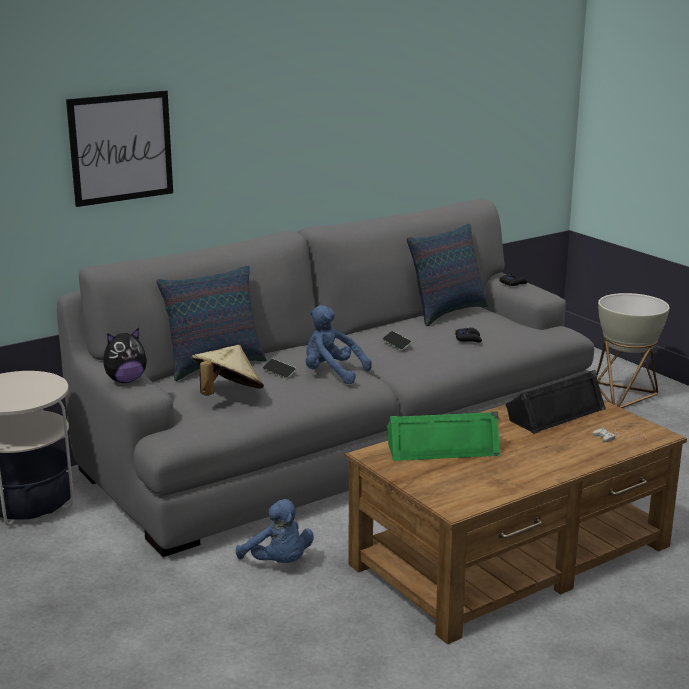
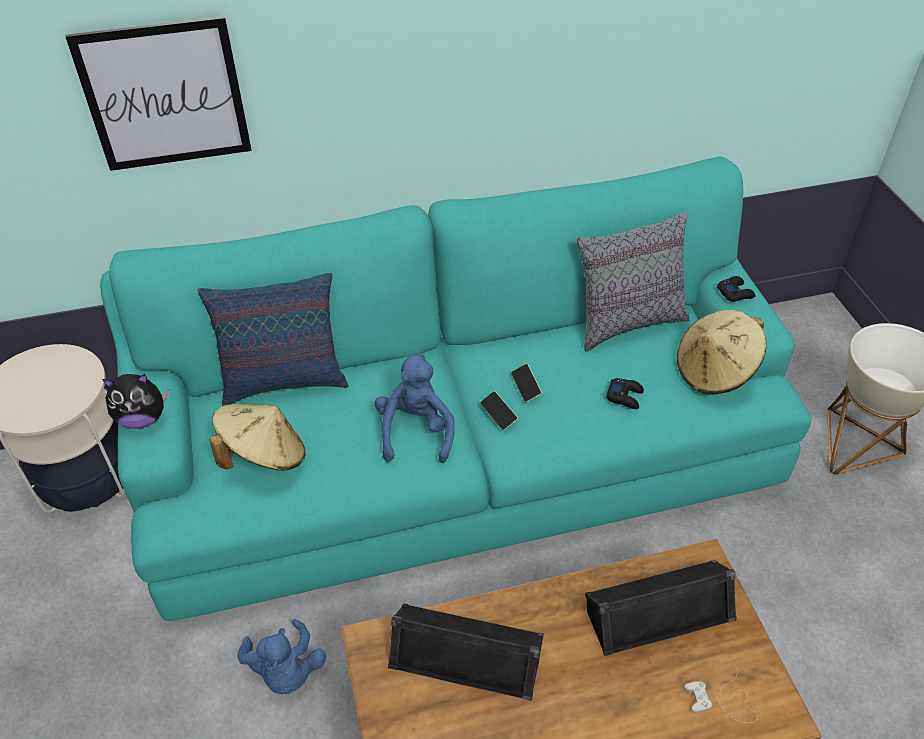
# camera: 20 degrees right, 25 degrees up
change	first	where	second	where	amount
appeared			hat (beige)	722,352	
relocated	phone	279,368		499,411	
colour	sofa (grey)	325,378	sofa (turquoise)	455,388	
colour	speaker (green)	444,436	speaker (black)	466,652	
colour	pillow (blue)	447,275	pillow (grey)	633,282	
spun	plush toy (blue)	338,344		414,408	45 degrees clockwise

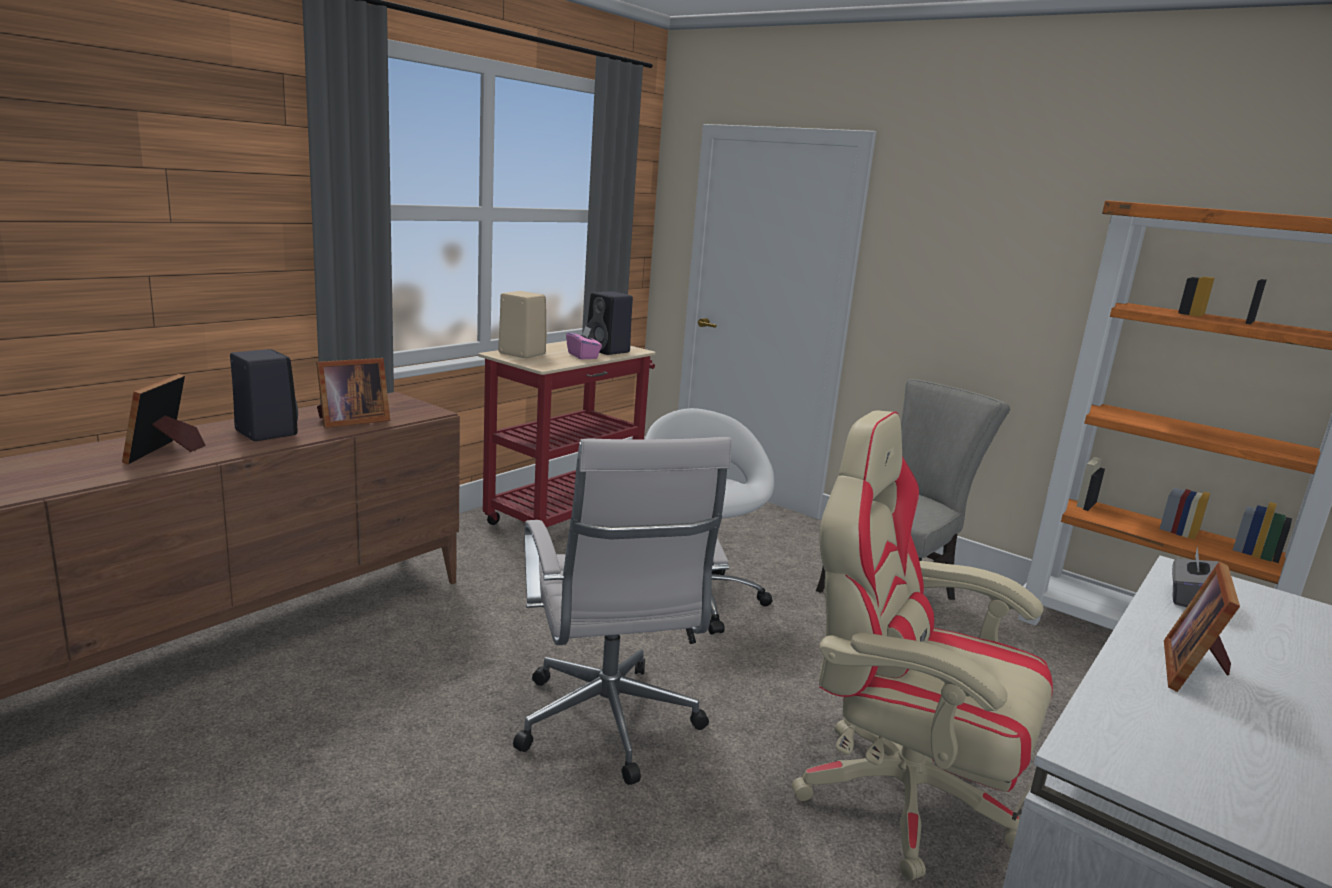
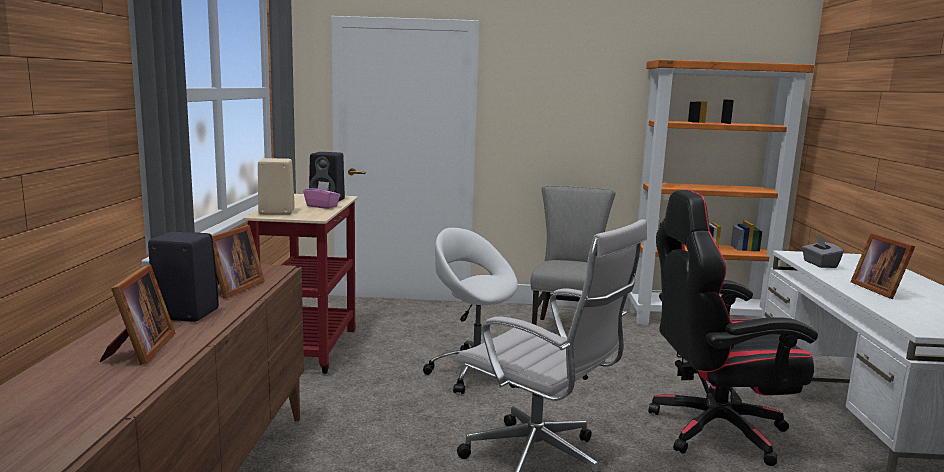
# camera: 35 degrees left, 5 degrees down
change	first	where	second	where	amount
colour	office chair (beige)	922,645	office chair (black)	733,328	
spun	picture frame	164,419		137,314	150 degrees counterclockwise

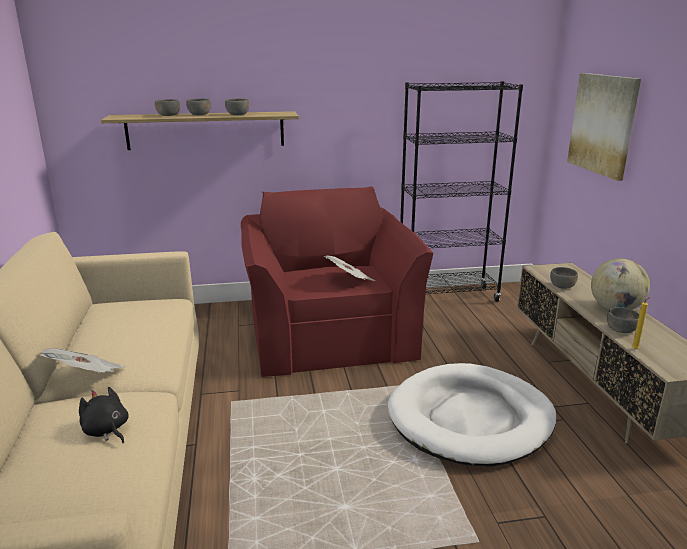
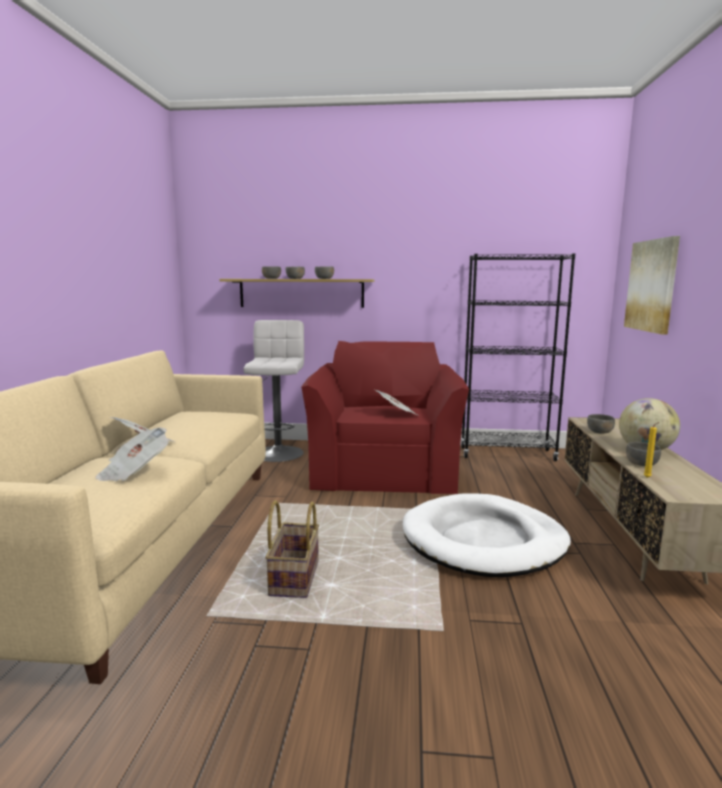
# camera: 15 degrees right, 10 degrees down
change	first	where	second	where	amount
appeared			stool (white)	273,391	
appeared			basket	292,549	
exchanged	plush toy (black)	104,415	newspaper	132,454	

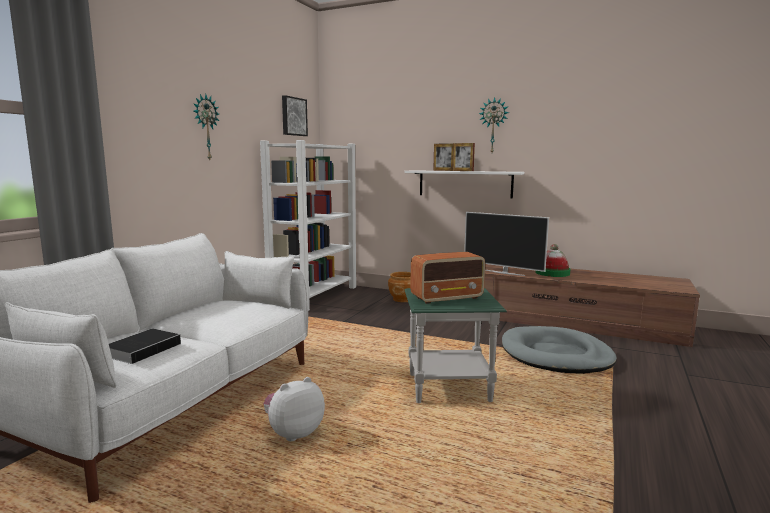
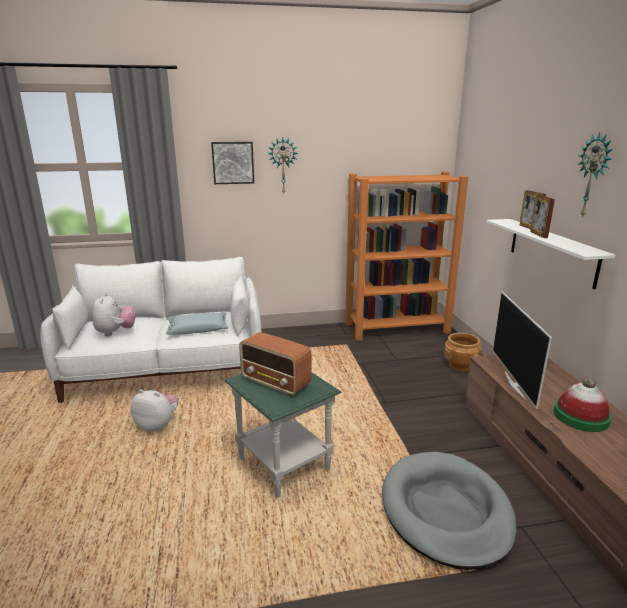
# camera: 55 degrees right, 10 degrees up
change	first	where	second	where	amount
appeared			pillow (blue)	197,323	
relocated	picture	295,115		232,163	
exchanged	book	145,346	plush toy	114,314	
colour	bookcase (white)	308,225	bookcase (orange)	406,256	

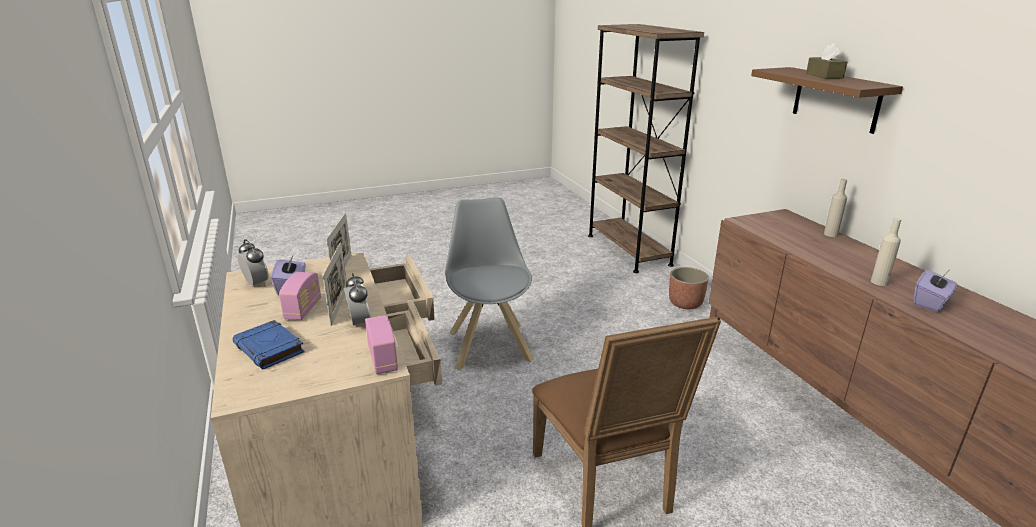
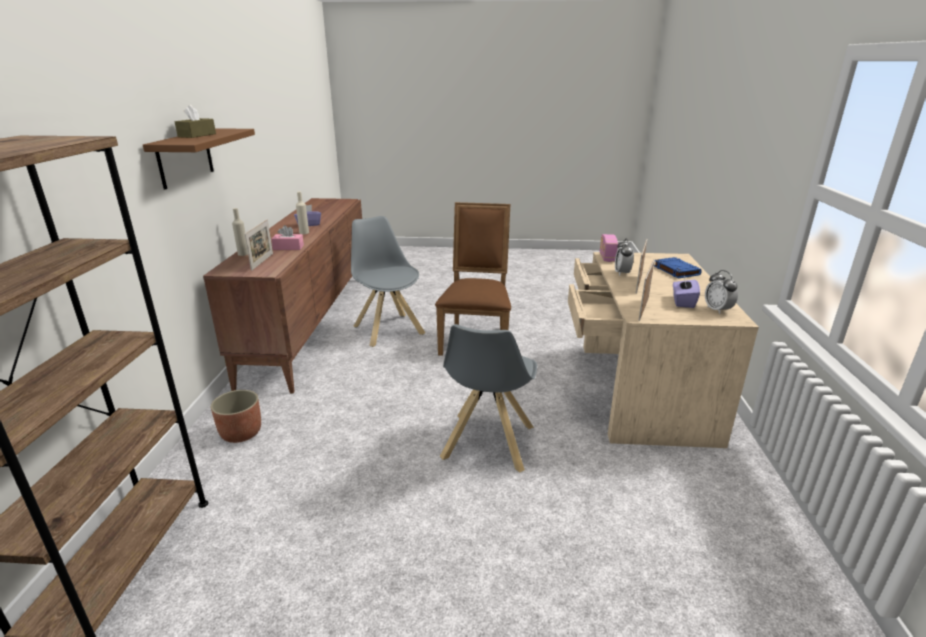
# camera: 155 degrees left, 0 degrees up
change	first	where	second	where	amount
missing	radio	300,296			
appeared			picture frame	259,245	
appeared			tissue box (pink)	287,237	
appeared			chair (grey)	388,281	

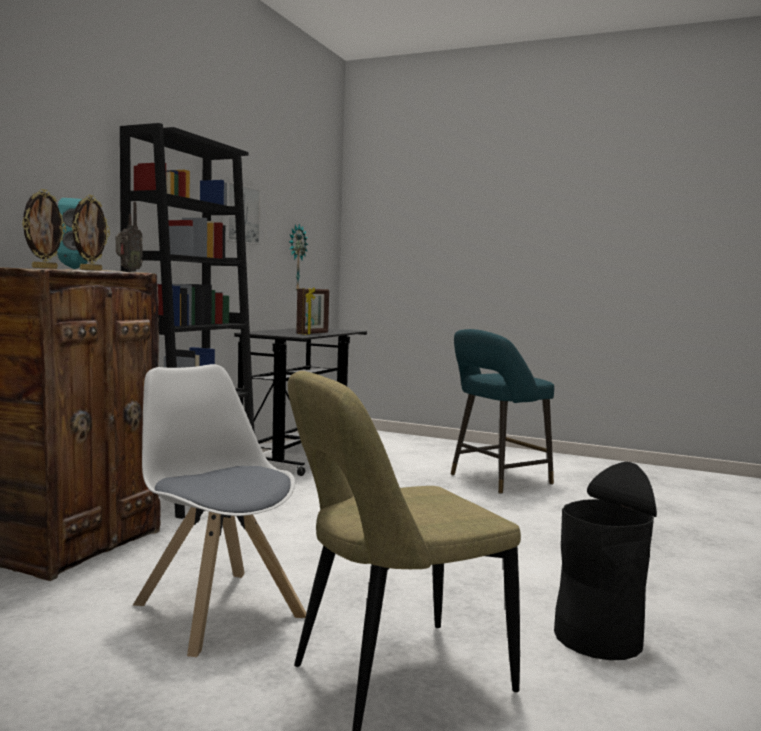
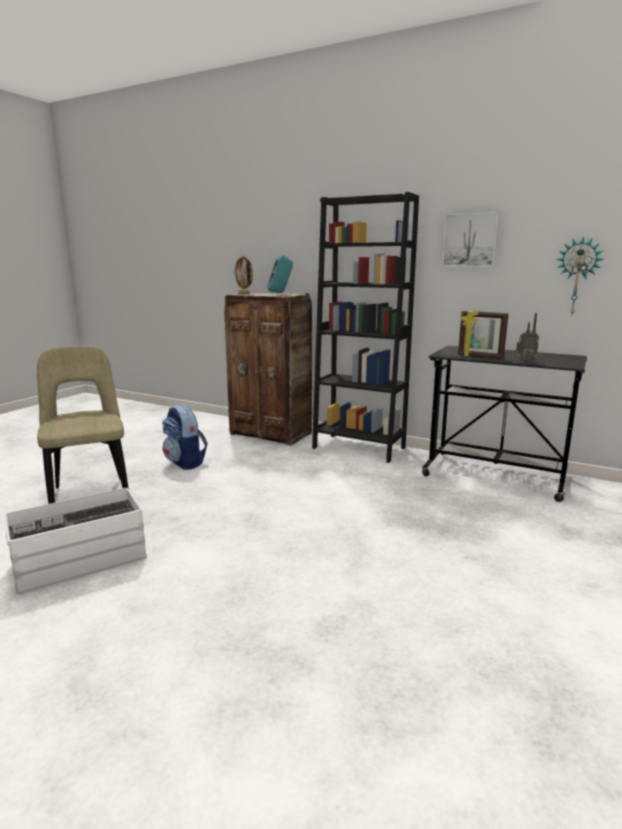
# camera: 95 degrees right, 10 degrees up
change	first	where	second	where	amount
missing	picture frame	91,233			
missing	stool (turquoise)	502,411			
relocated	radio	129,236		527,338	
exchanged	chair	219,510	backpack	185,437	
exchanged	trash can (black)	605,561	storage box (white)	76,541	

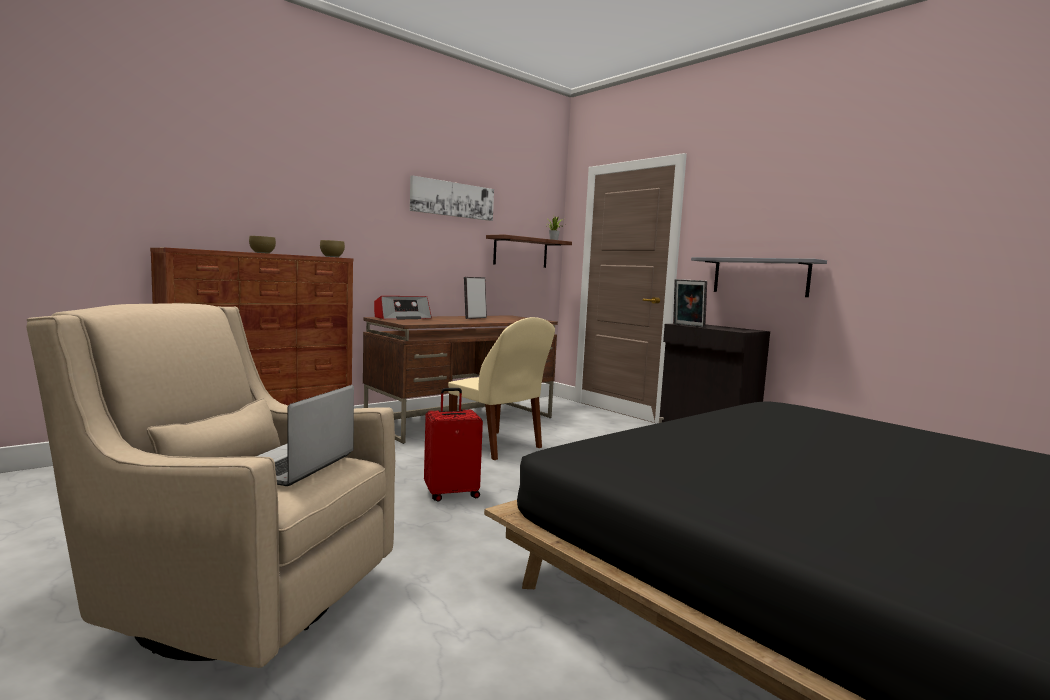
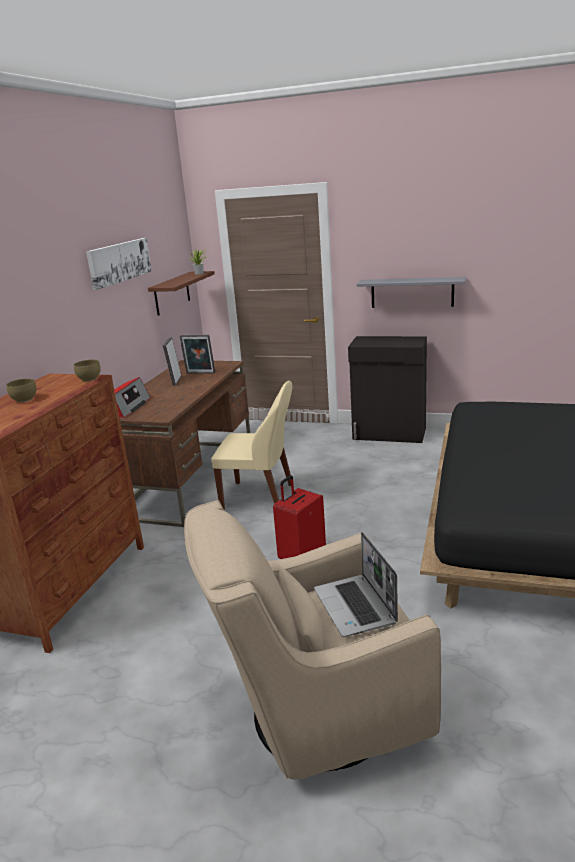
# camera: 30 degrees left, 15 degrees up
change	first	where	second	where	amount
relocated	picture frame	690,303		197,354	

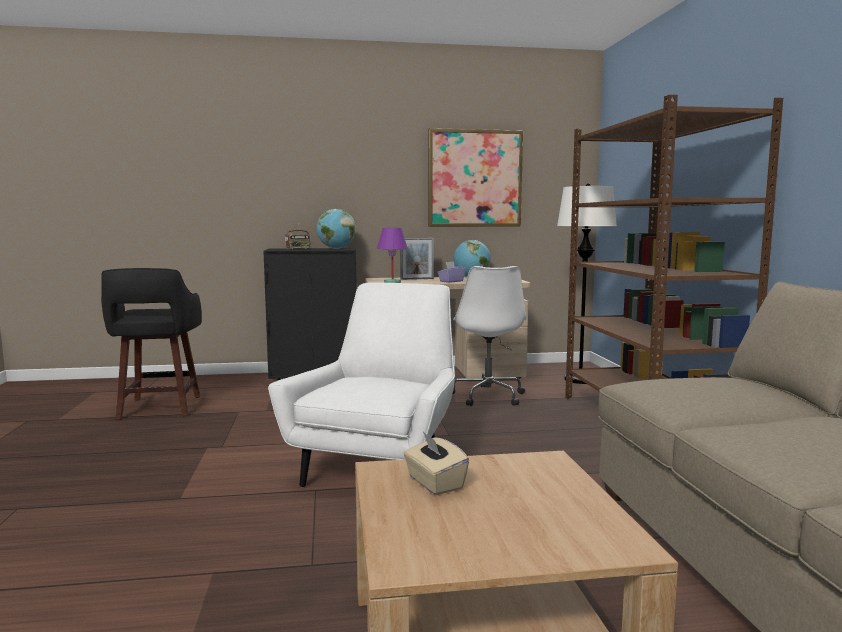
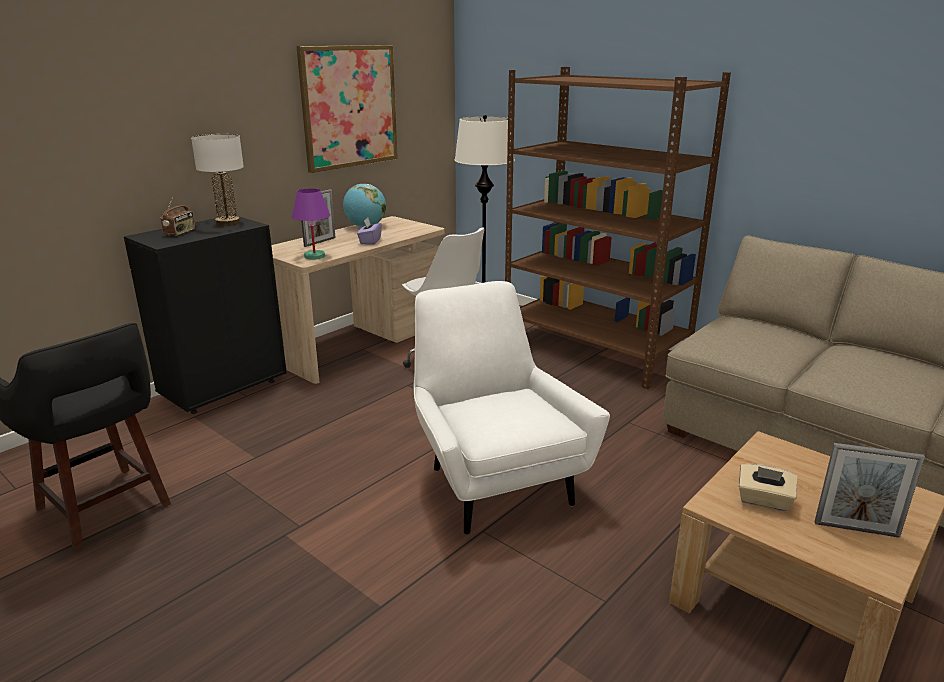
# camera: 40 degrees left, 15 degrees up
change	first	where	second	where	amount
appeared			picture frame	870,490	
exchanged	globe	336,229	table lamp	217,180	

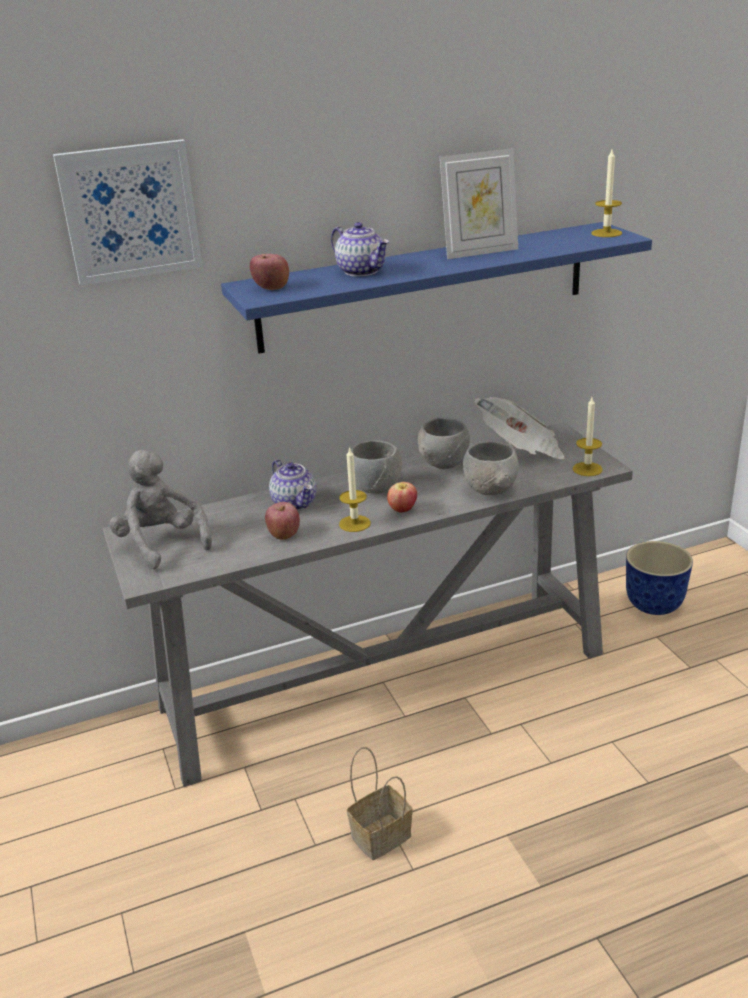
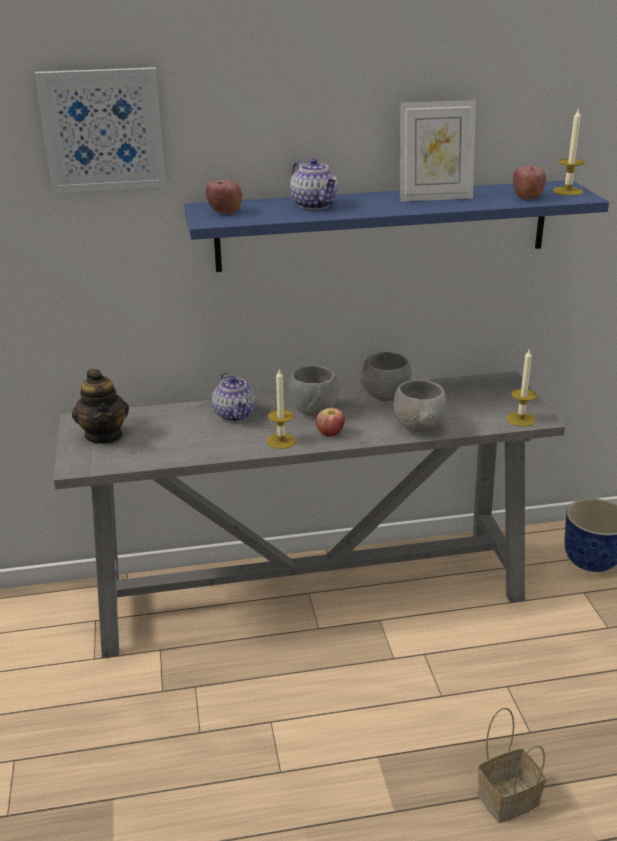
# camera: 10 degrees right, 0 degrees up
change	first	where	second	where	amount
missing	newspaper	520,428			
relocated	apple	282,521		529,183	
relocated	basket	380,803		512,765	
exchanged	plush toy (grey)	160,509	teapot	100,406	

